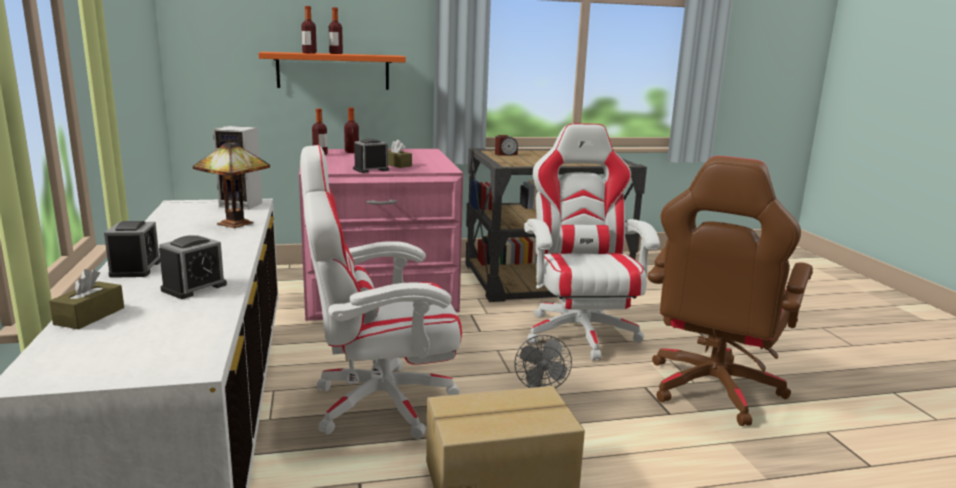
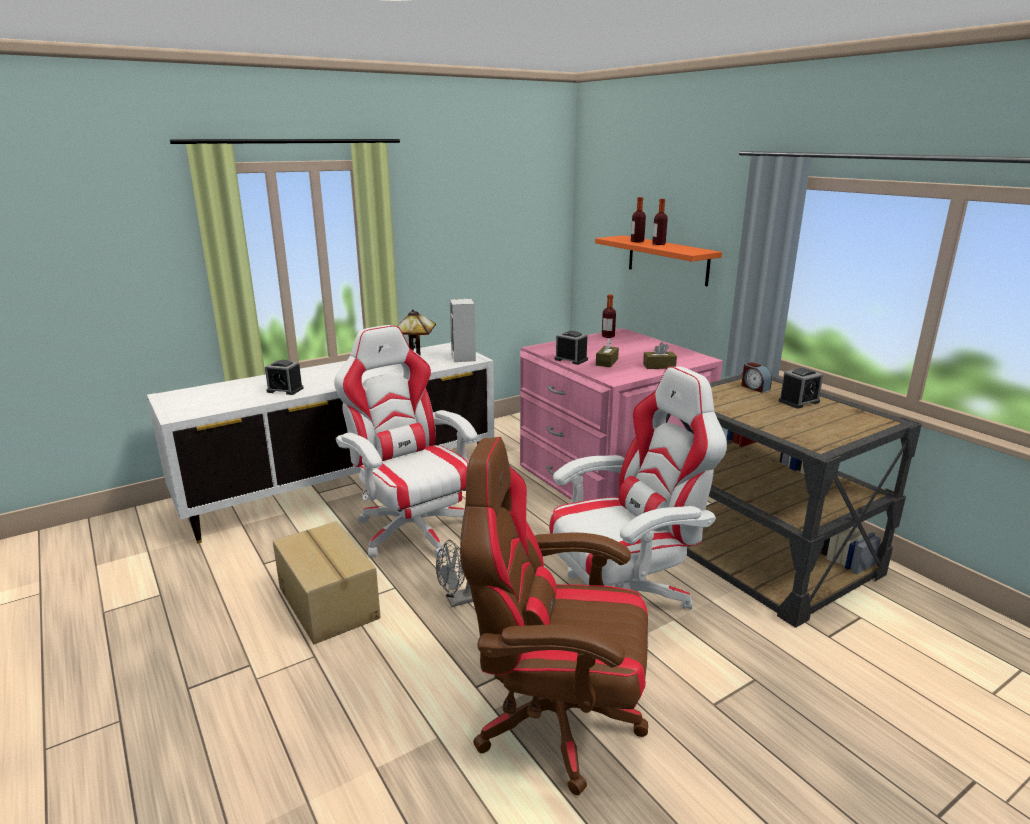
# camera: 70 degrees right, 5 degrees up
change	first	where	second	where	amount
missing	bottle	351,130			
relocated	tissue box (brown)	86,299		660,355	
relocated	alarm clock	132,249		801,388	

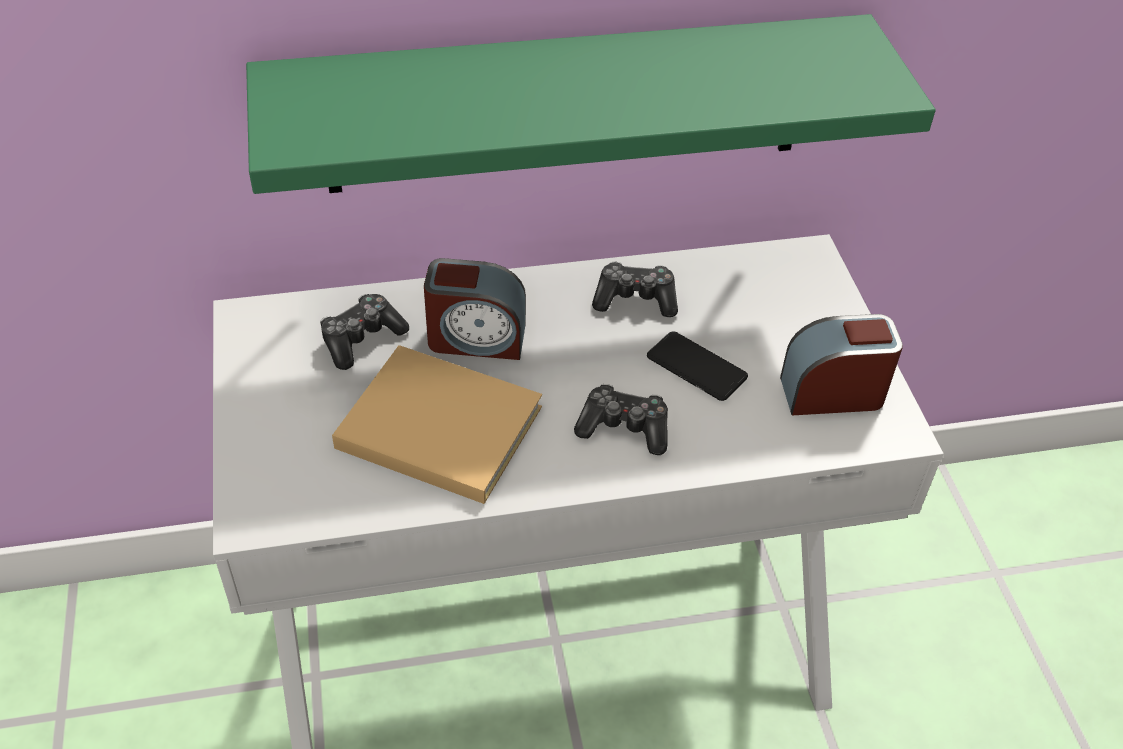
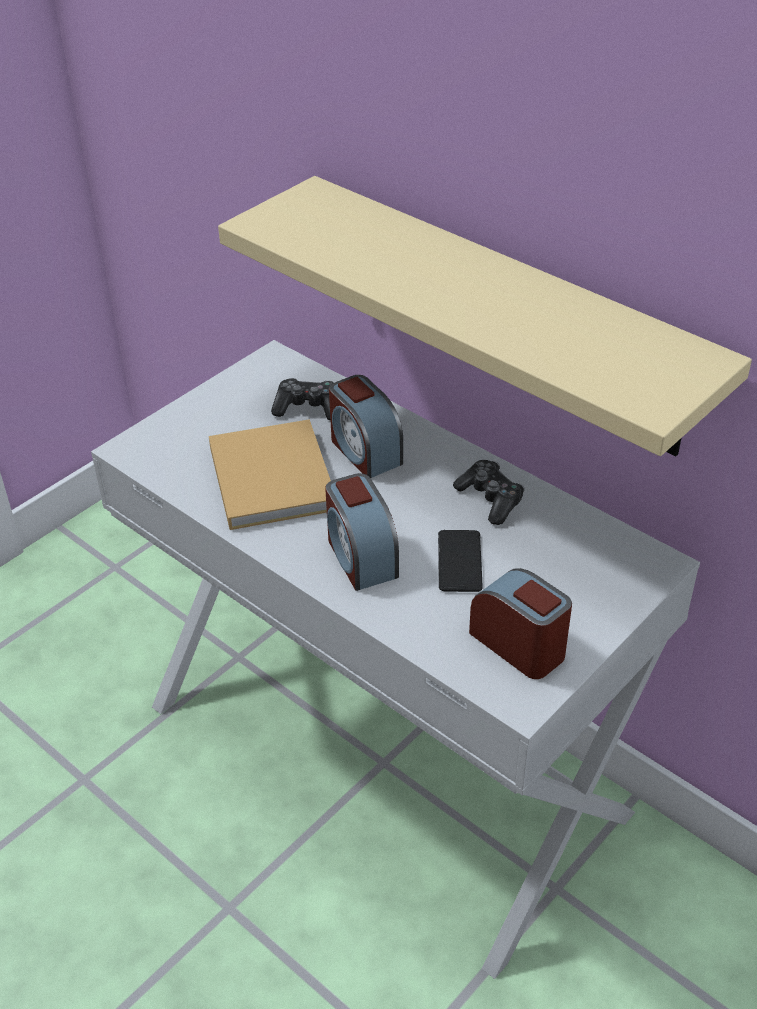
# camera: 55 degrees right, 5 degrees down
change	first	where	second	where	amount
exchanged	game controller	621,419	alarm clock	362,532	
colour	shelf (green)	591,104	shelf (beige)	485,316	

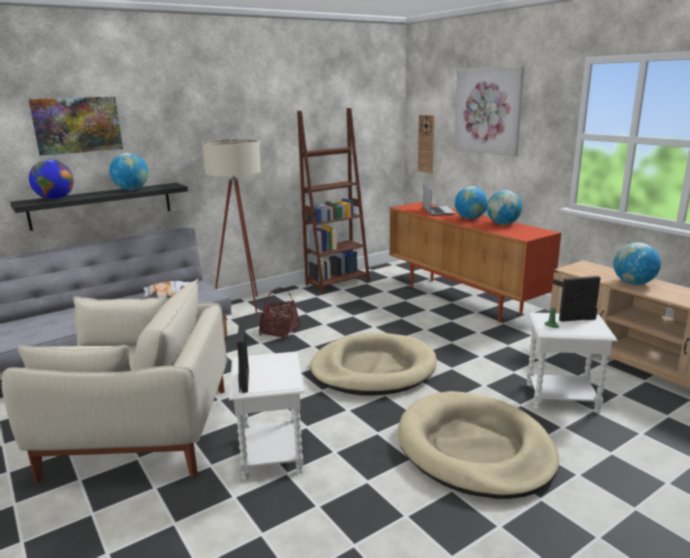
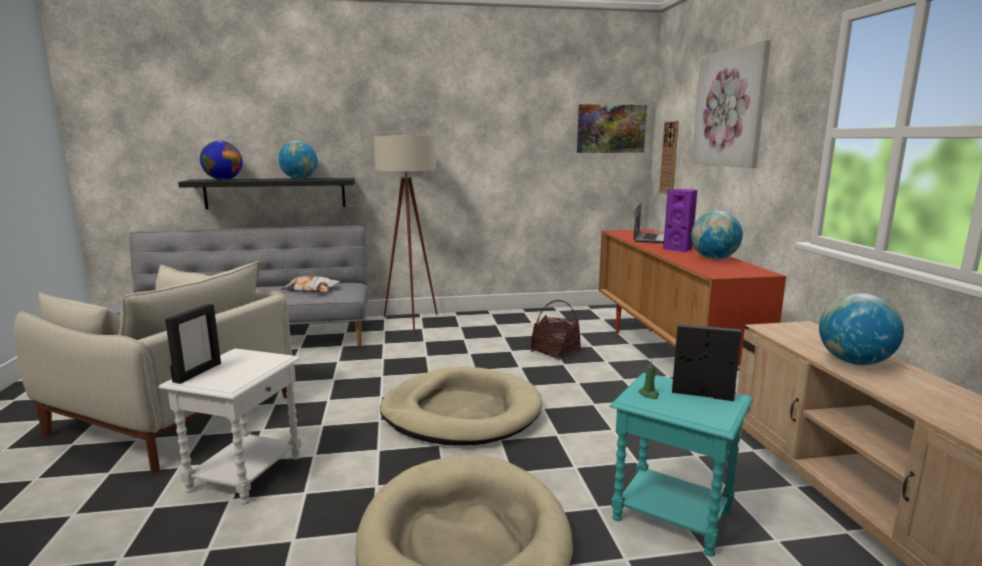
# camera: 25 degrees right, 5 degrees down
change	first	where	second	where	amount
missing	bookcase (brown)	333,201			
relocated	picture	75,126		612,128	
relocated	basket	279,313		556,330	
exchanged	globe	471,202	speaker (purple)	680,220	
colour	side table (white)	572,363	side table (turquoise)	681,464	

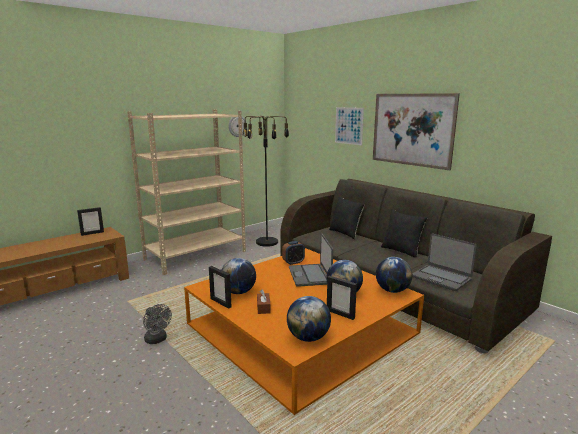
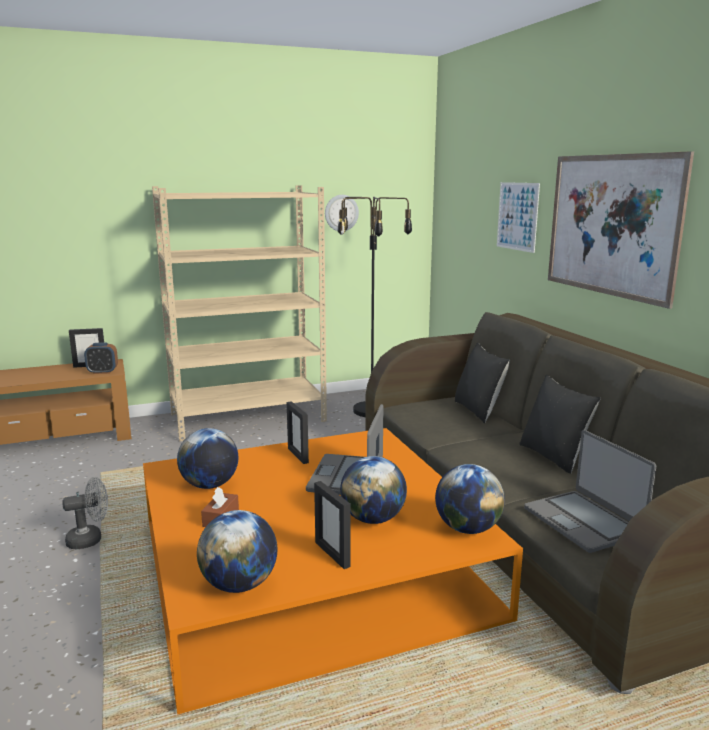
# camera: 20 degrees right, 0 degrees up
change	first	where	second	where	amount
relocated	picture frame	220,287		298,432	
relocated	alarm clock	293,253		101,358	
spun	fan (grey)	157,324		85,513	90 degrees counterclockwise

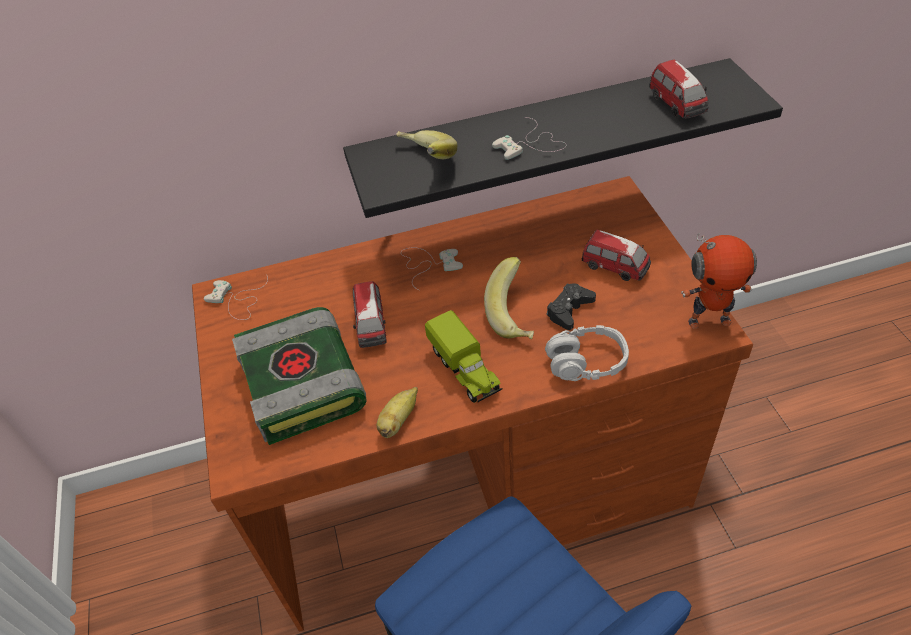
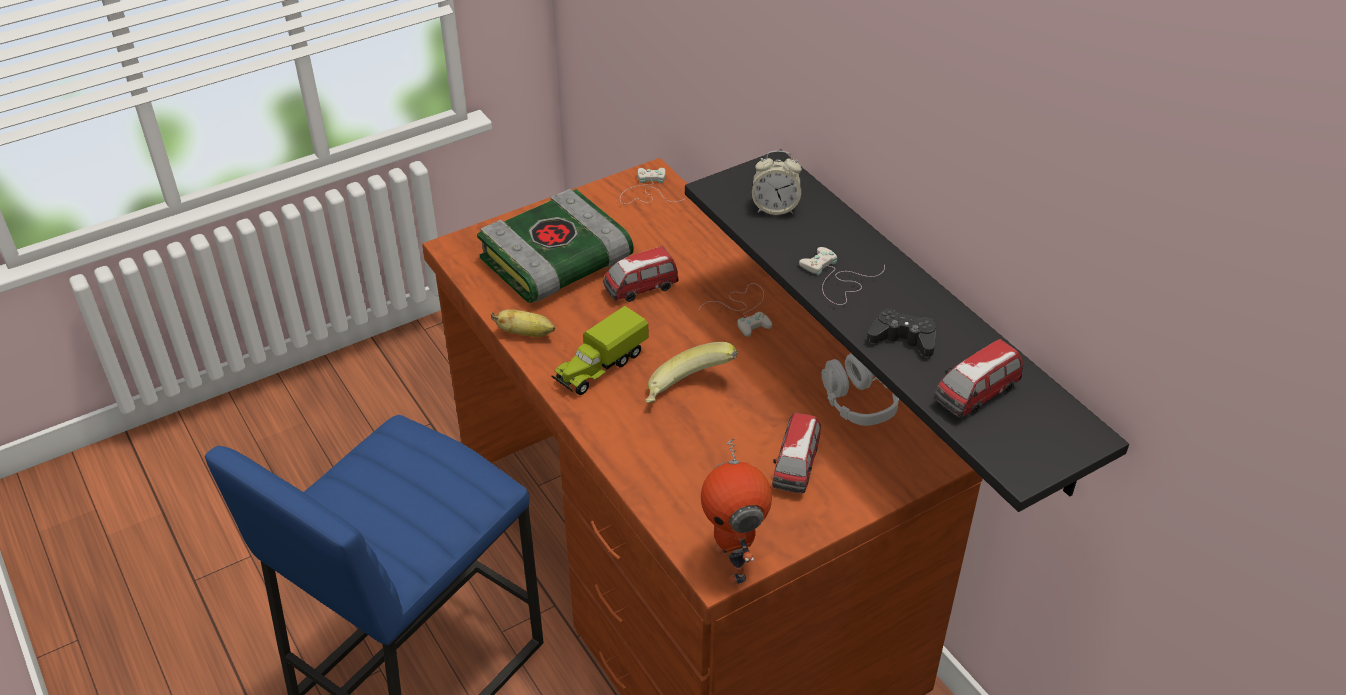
# camera: 70 degrees right, 5 degrees down
change	first	where	second	where	amount
relocated	headphones (grey)	587,353		860,390	
relocated	game controller (black)	571,306		901,332	
exchanged	banana	426,144	alarm clock	777,183	

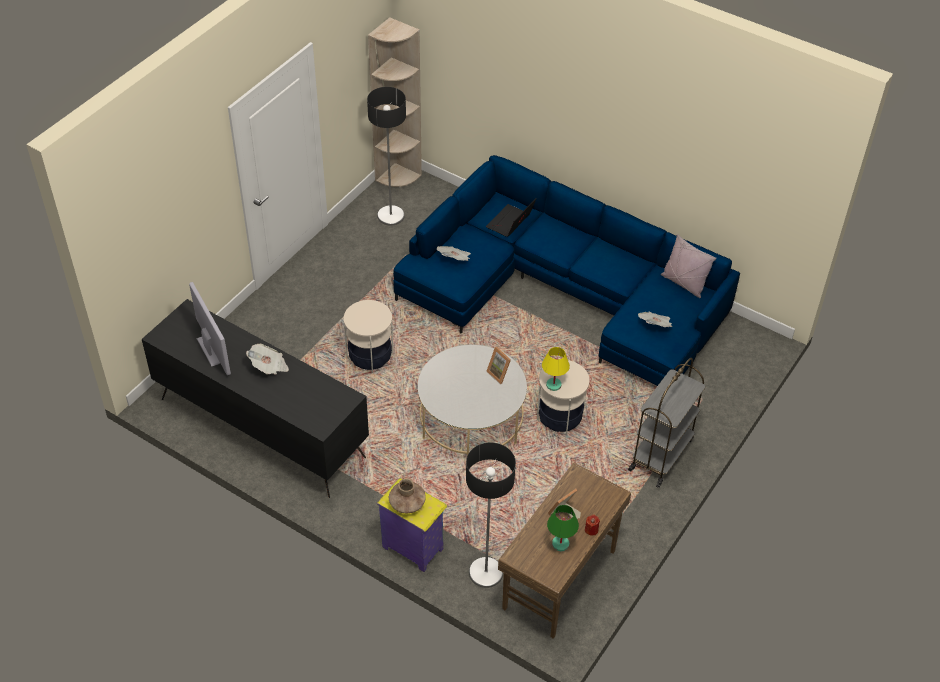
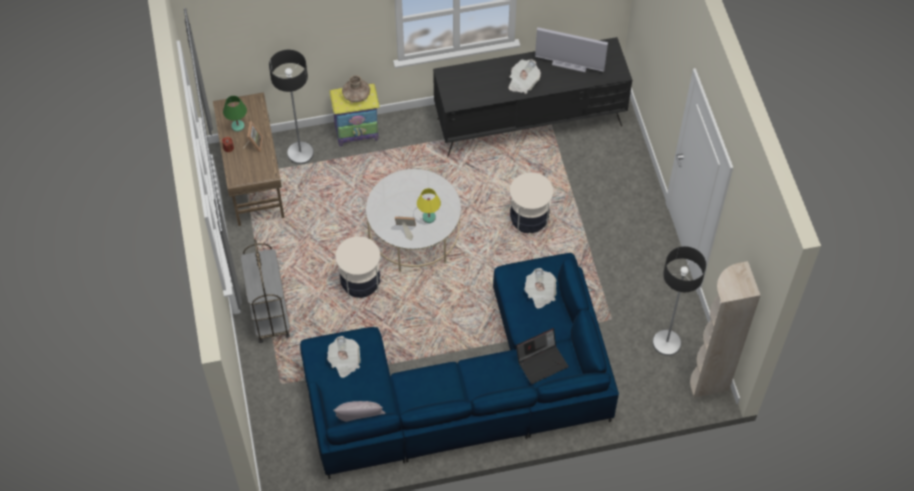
# camera: 135 degrees right, 10 degrees up
change	first	where	second	where	amount
relocated	table lamp (yellow)	556,369		429,205	
spun	laptop	511,217		542,356	75 degrees clockwise

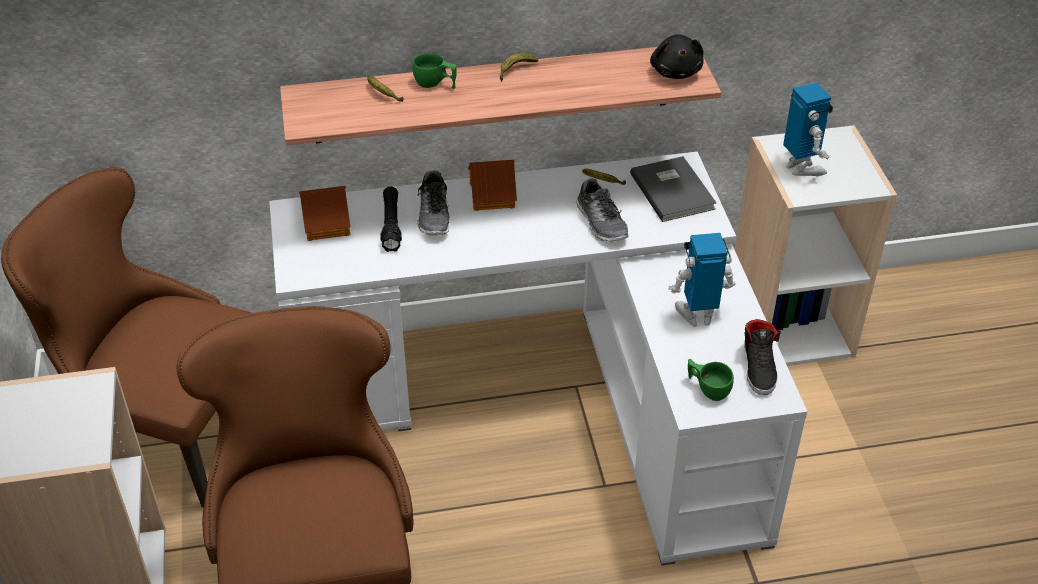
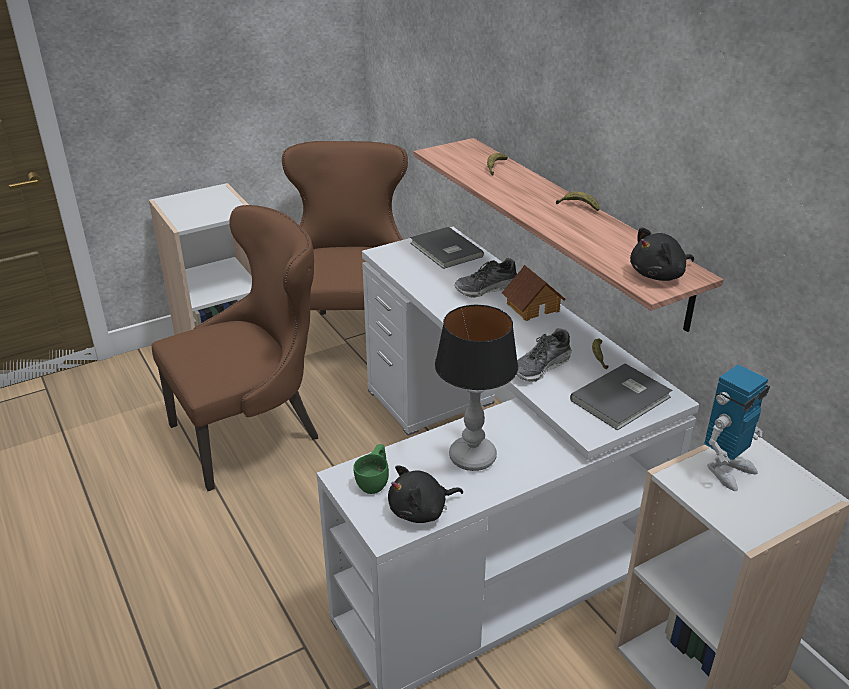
# camera: 70 degrees right, 10 degrees down
change	first	where	second	where	amount
missing	flashlight (black)	391,219			
missing	cup (green)	434,71			
exchanged	toy house	324,213	book (grey)	447,248	
exchanged	toy robot	701,280	table lamp	476,387	
exchanged	shoe (black)	762,357	plush toy (black)	425,494	

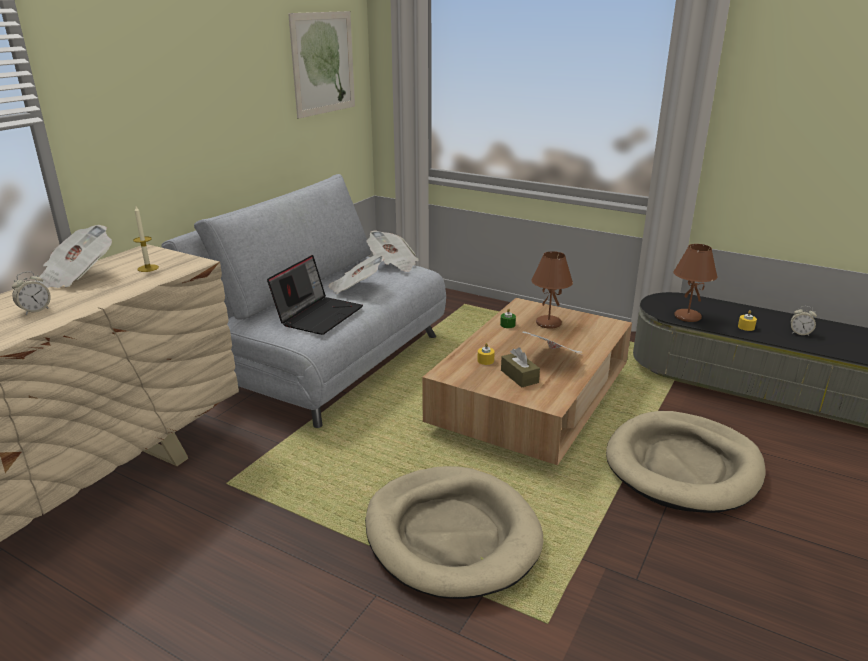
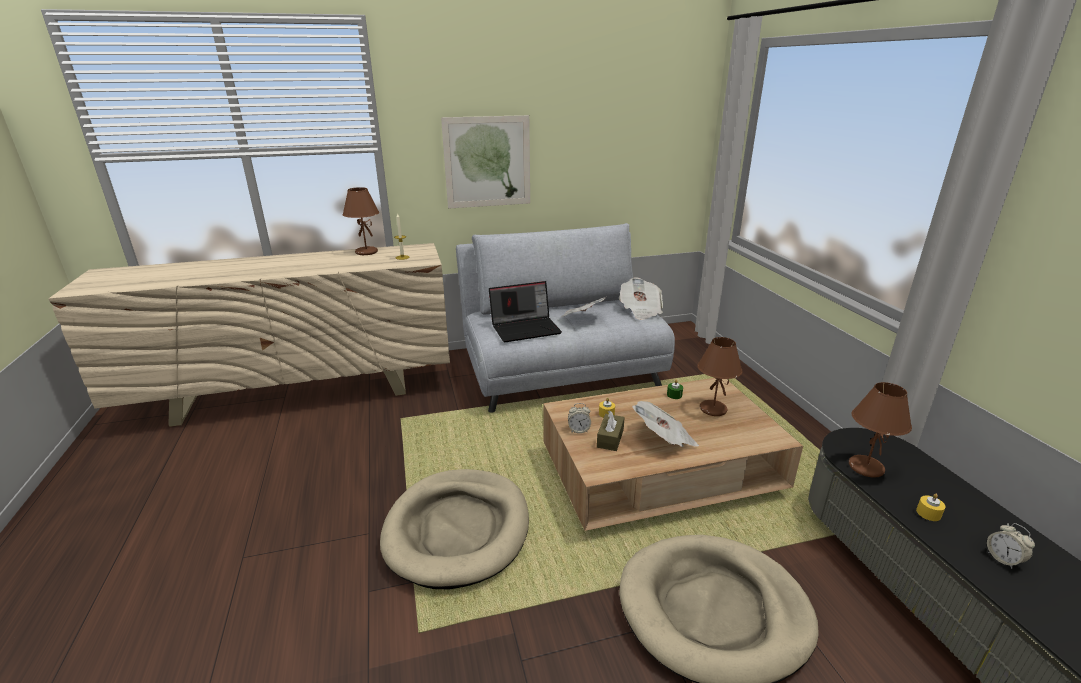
# camera: 45 degrees right, 0 degrees up
change	first	where	second	where	amount
relocated	alarm clock	31,293		579,418	
relocated	picture	321,65		485,162	
exchanged	newspaper	73,256	table lamp (brown)	361,221	

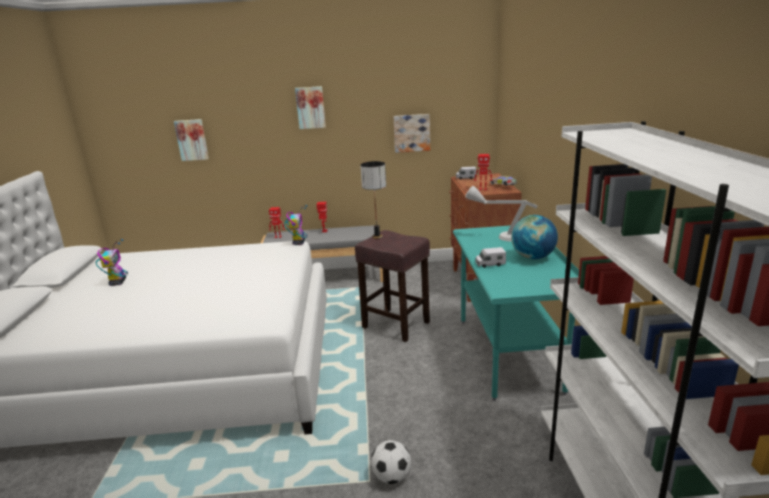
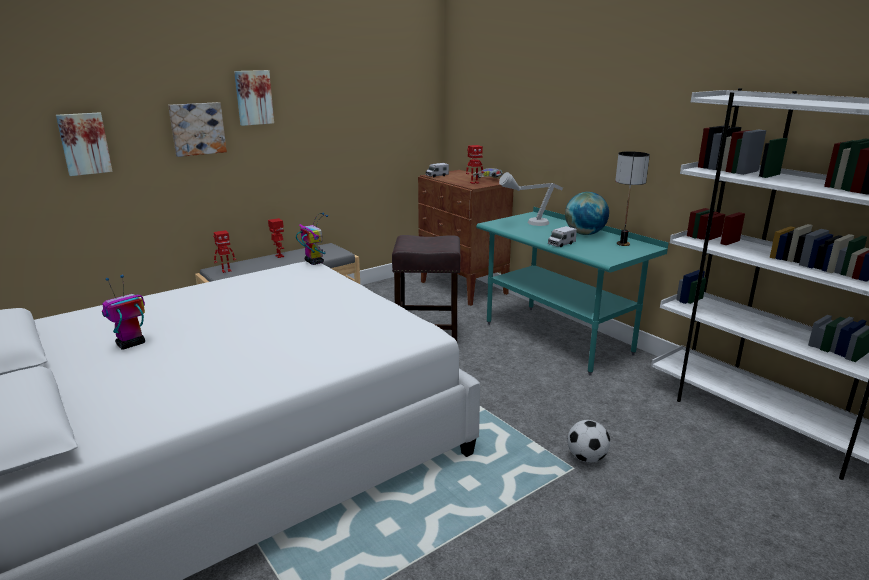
# camera: 35 degrees left, 0 degrees up
change	first	where	second	where	amount
relocated	table lamp	373,200		632,198	
relocated	picture	411,133		197,129	
spun	toy robot	112,262		123,312	90 degrees counterclockwise

